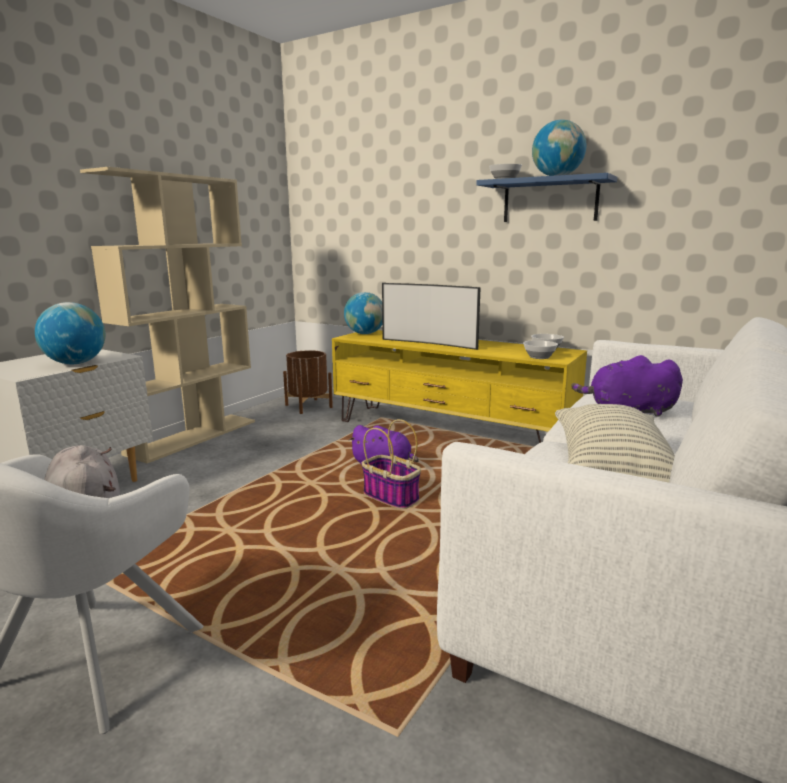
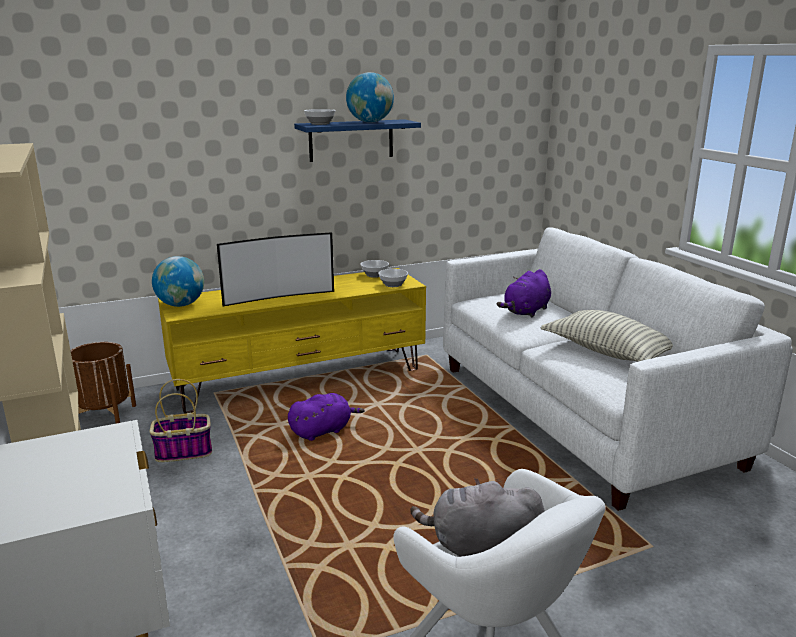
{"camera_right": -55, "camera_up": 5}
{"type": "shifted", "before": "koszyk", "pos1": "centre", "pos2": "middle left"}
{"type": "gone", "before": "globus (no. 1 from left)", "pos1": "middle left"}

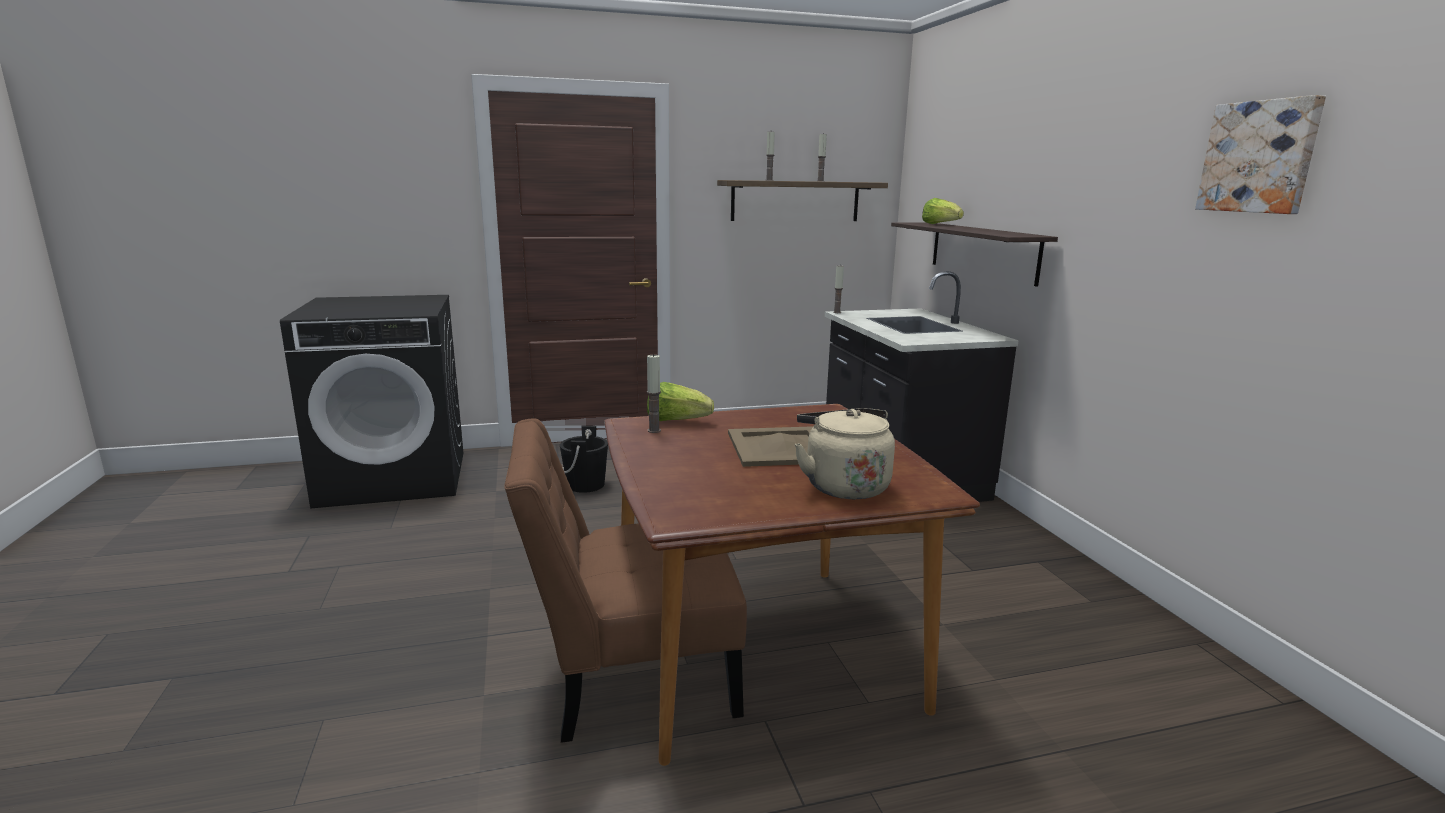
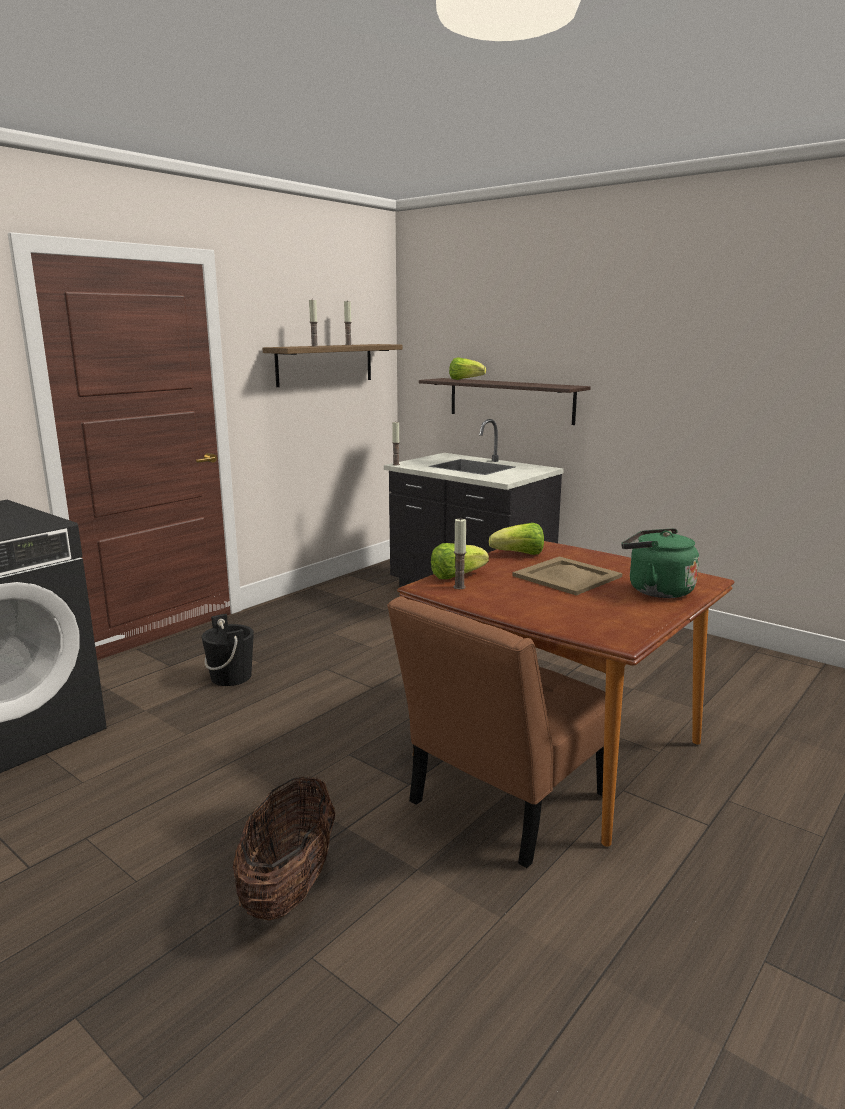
{"camera_right": -35, "camera_up": 0}
{"type": "new", "after": "koszyk", "pos2": "bottom centre"}
{"type": "new", "after": "sałata (no. 3 from left)", "pos2": "centre"}
{"type": "repainted", "before": "czajnik/beżowy", "after": "czajnik/zielony", "pos1": "centre", "pos2": "middle right"}
{"type": "gone", "before": "obraz", "pos1": "top right"}

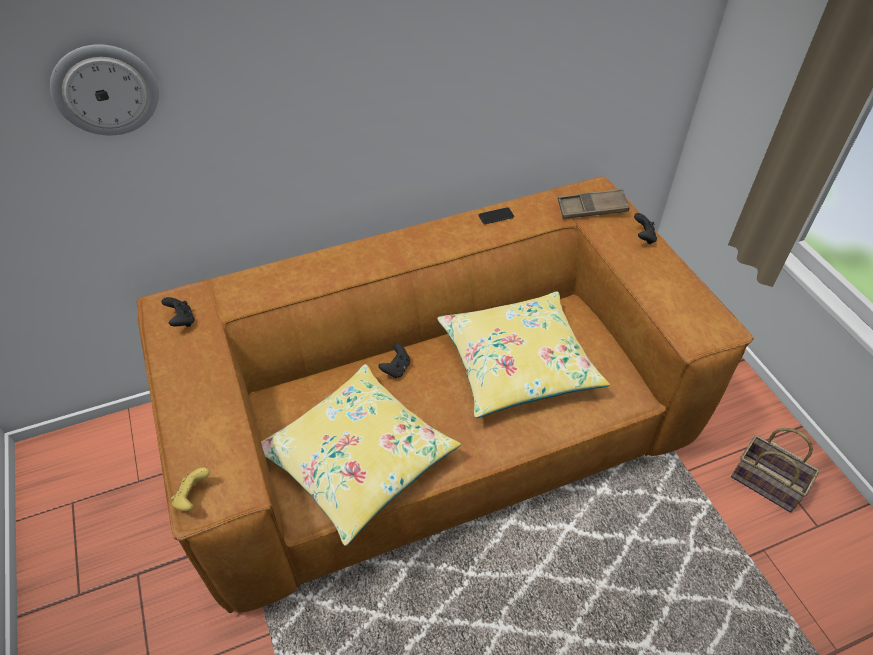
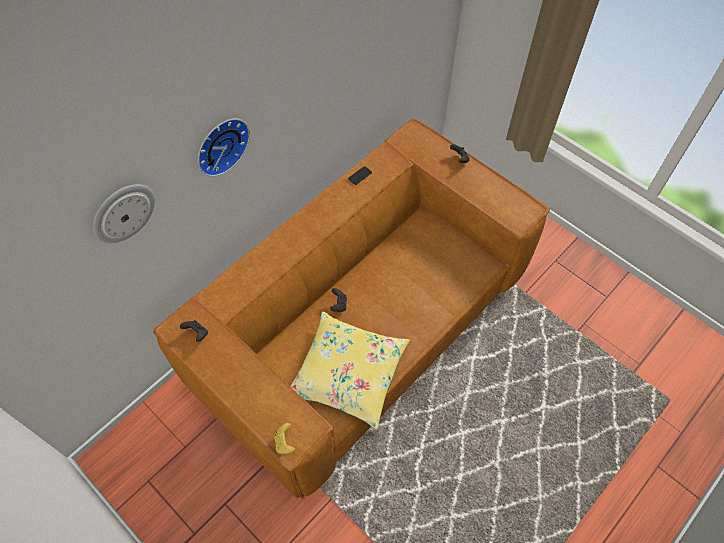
{"camera_right": -25, "camera_up": 10}
{"type": "new", "after": "zegar ścienny (no. 2 from left)", "pos2": "top left"}
{"type": "gone", "before": "poduszka/żółty (no. 2 from left)", "pos1": "centre"}
{"type": "gone", "before": "taca/brązowy", "pos1": "top right"}
{"type": "gone", "before": "koszyk", "pos1": "bottom right"}

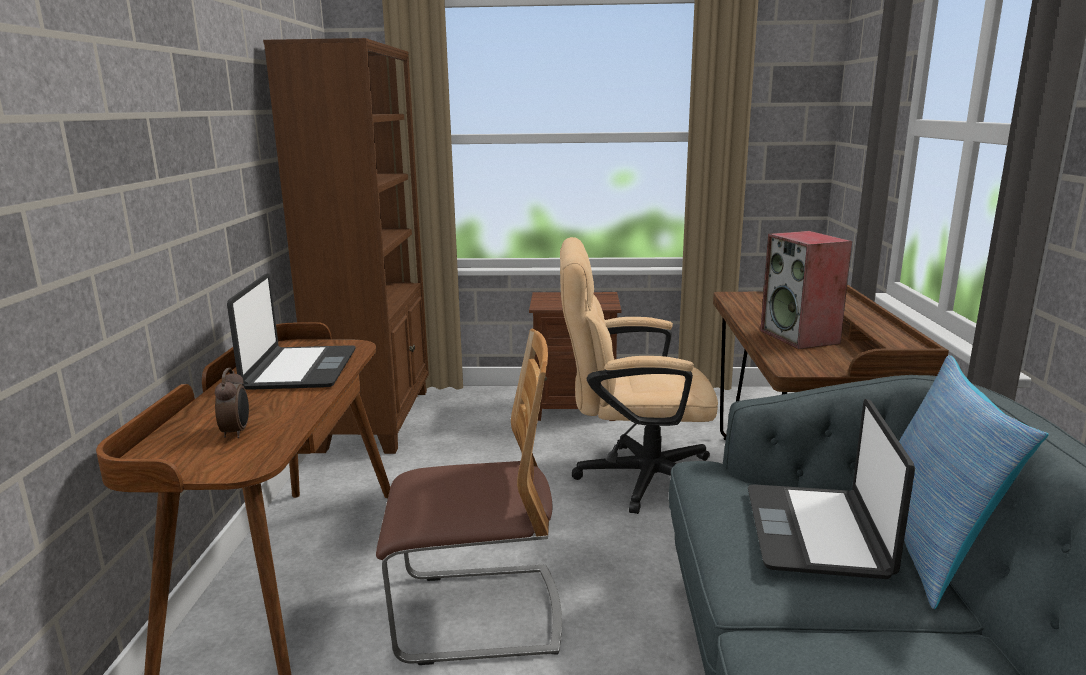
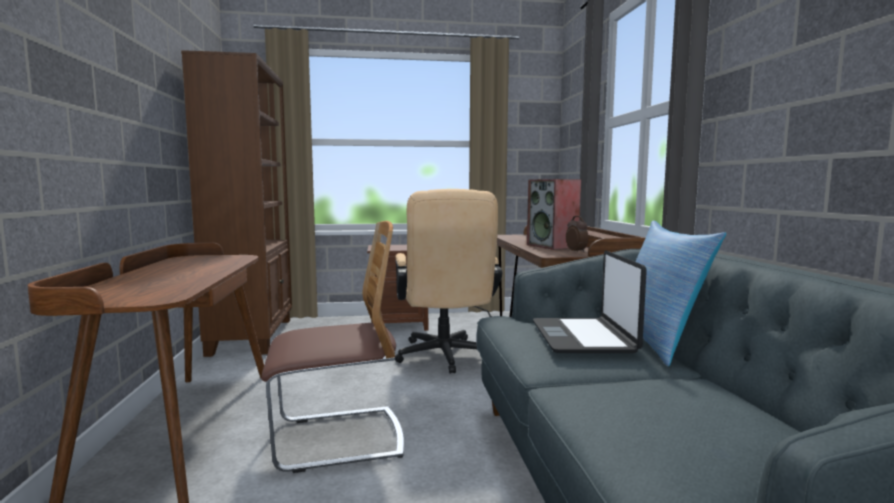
{"camera_right": -10, "camera_up": -10}
{"type": "rotated", "before": "krzesło biurowe/beżowy", "pos1": "centre", "pos2": "centre", "turn": -90}
{"type": "shifted", "before": "budzik", "pos1": "middle left", "pos2": "centre"}
{"type": "gone", "before": "laptop (no. 1 from left)", "pos1": "middle left"}

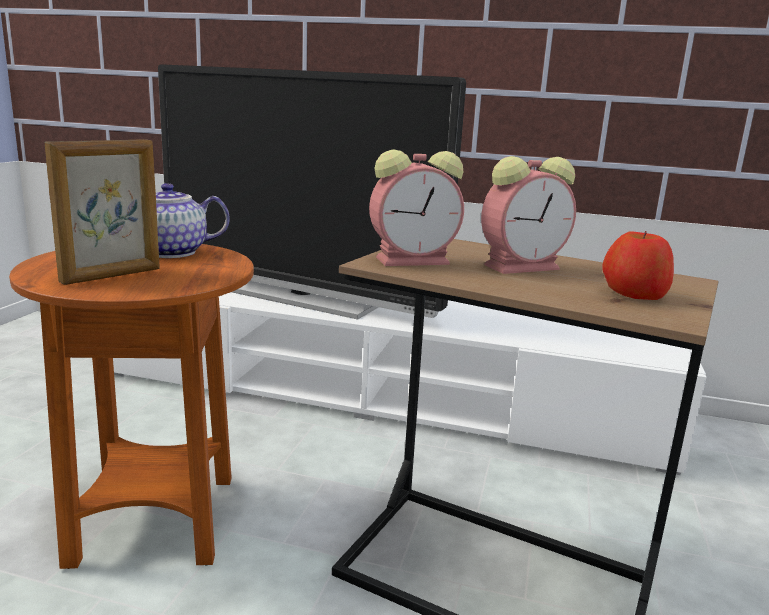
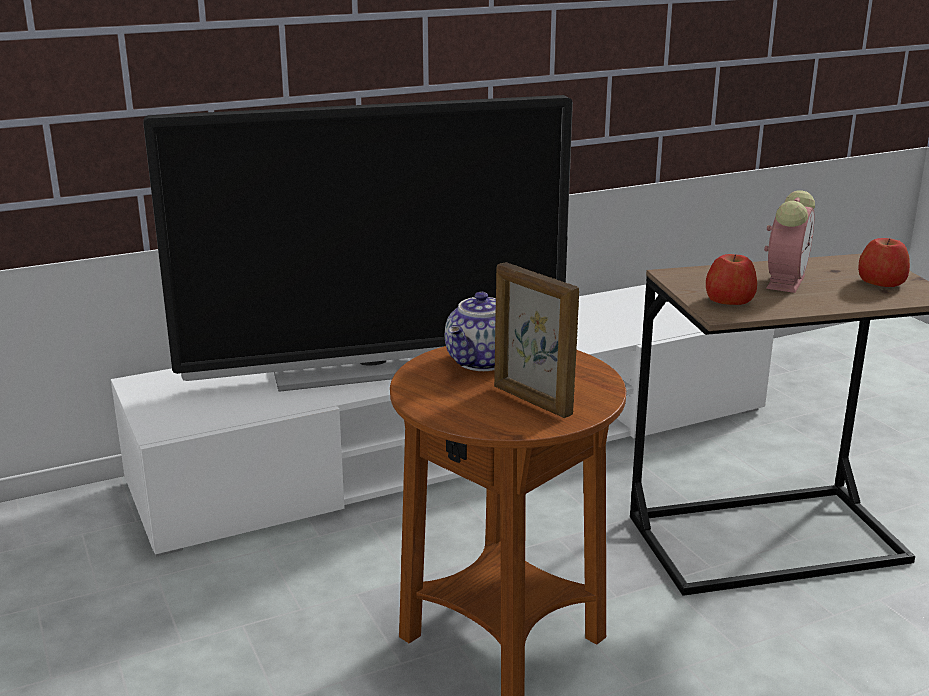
{"camera_right": -40, "camera_up": 5}
{"type": "rotated", "before": "ramka na zdjęcie", "pos1": "middle left", "pos2": "centre", "turn": 135}
{"type": "swapped", "before": "budzik (no. 1 from left)", "after": "jabłko (no. 1 from left)", "pos1": "centre", "pos2": "middle right"}

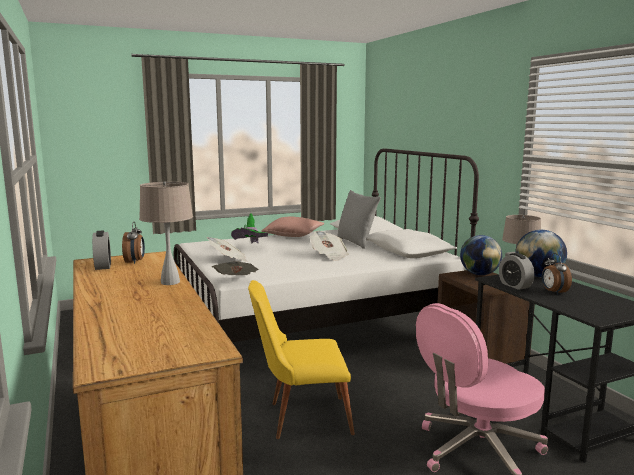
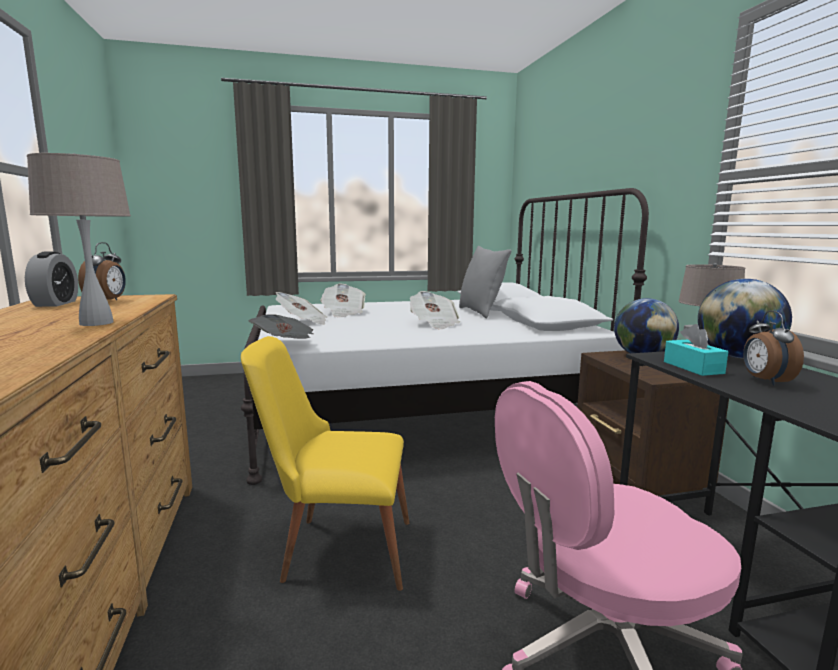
{"camera_right": 10, "camera_up": 0}
{"type": "swapped", "before": "kapelusz/zielony", "after": "gazeta (no. 3 from left)", "pos1": "centre", "pos2": "centre"}
{"type": "swapped", "before": "budzik (no. 3 from left)", "after": "pudełko chusteczek/turkusowy", "pos1": "middle right", "pos2": "middle right"}
{"type": "gone", "before": "poduszka/różowy", "pos1": "centre"}

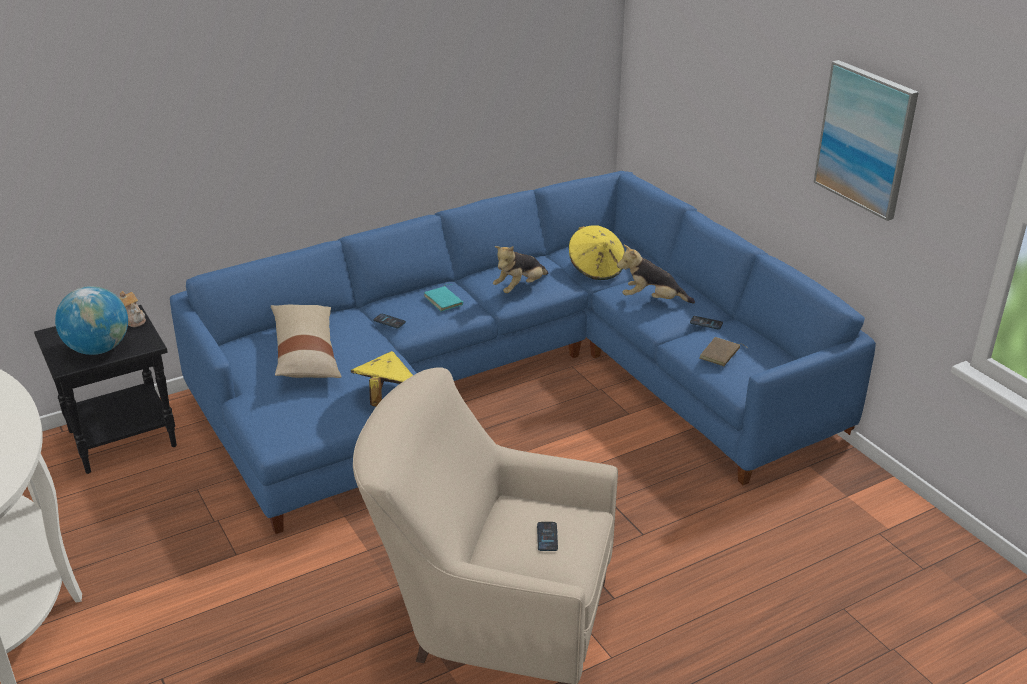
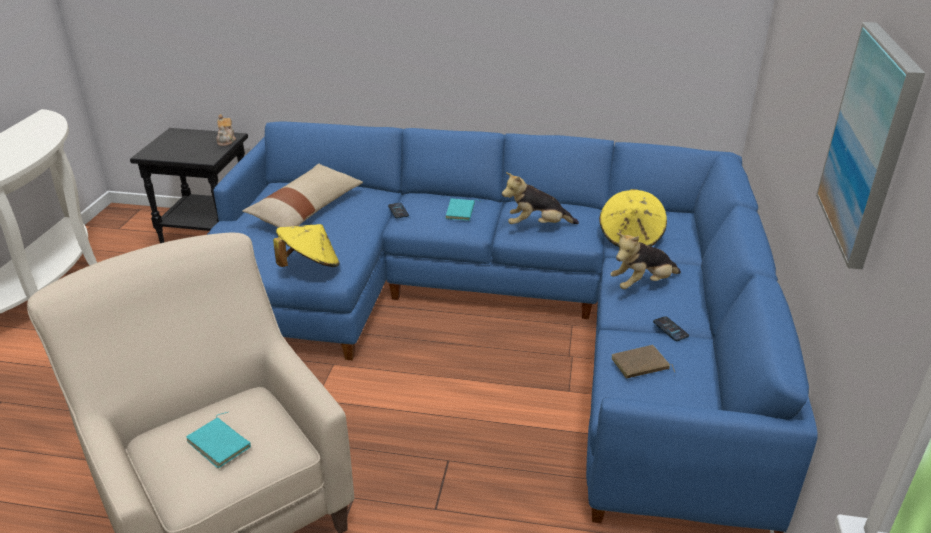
{"camera_right": 40, "camera_up": 0}
{"type": "swapped", "before": "telefon (no. 2 from left)", "after": "książka/turkusowy (no. 1 from left)", "pos1": "bottom centre", "pos2": "bottom left"}
{"type": "rotated", "before": "pluszak (no. 2 from left)", "pos1": "centre", "pos2": "middle right", "turn": -75}
{"type": "gone", "before": "globus", "pos1": "middle left"}

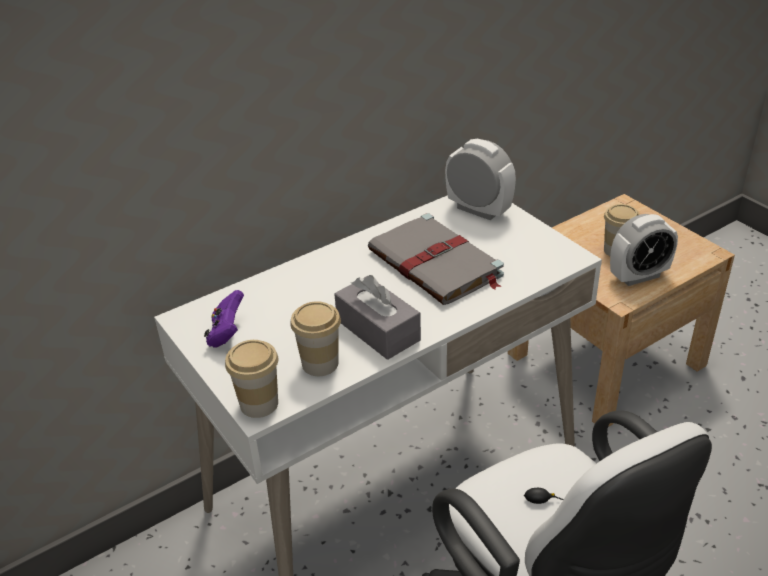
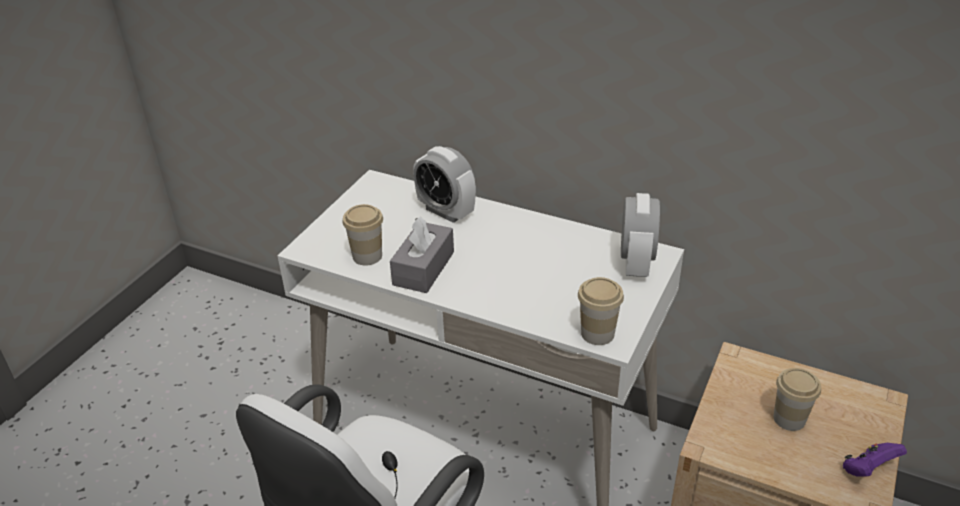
{"camera_right": 60, "camera_up": 0}
{"type": "shifted", "before": "budzik (no. 2 from left in the first image)", "after": "budzik (no. 1 from left)", "pos1": "middle right", "pos2": "centre"}
{"type": "shifted", "before": "filiżanka (no. 1 from left in the first image)", "after": "filiżanka (no. 2 from left)", "pos1": "middle left", "pos2": "centre"}
{"type": "shifted", "before": "pad do gier/fioletowy", "pos1": "middle left", "pos2": "bottom right"}
{"type": "gone", "before": "książka/szary", "pos1": "centre"}

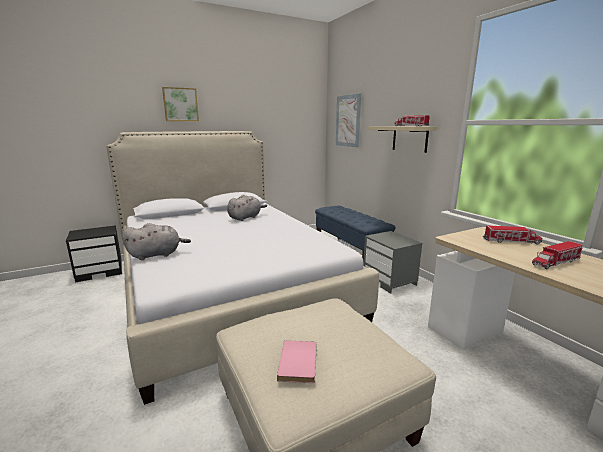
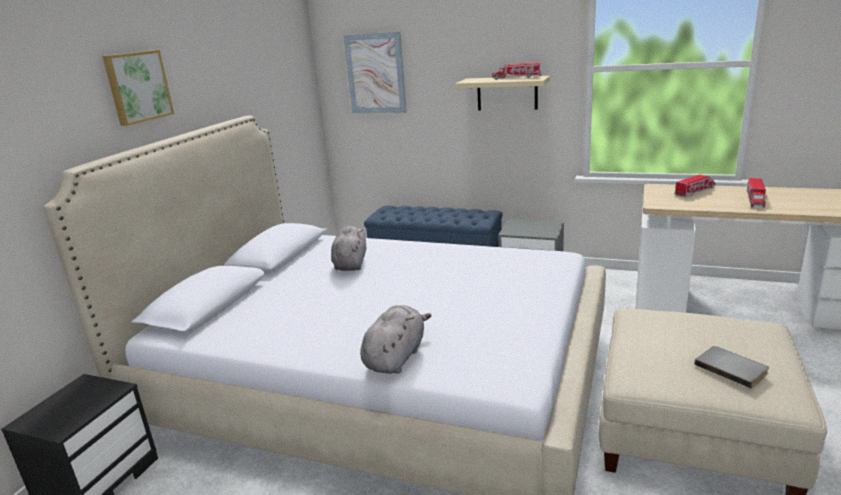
{"camera_right": -40, "camera_up": 5}
{"type": "repainted", "before": "książka/różowy", "after": "książka/szary", "pos1": "bottom centre", "pos2": "bottom right"}

